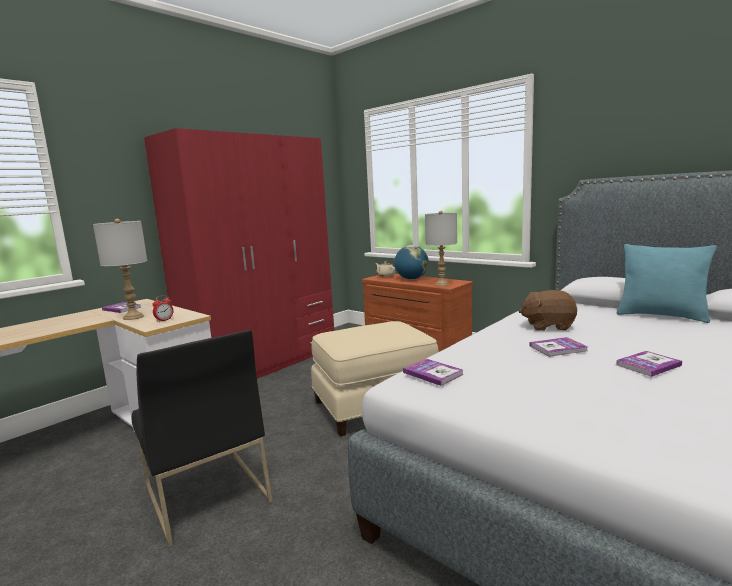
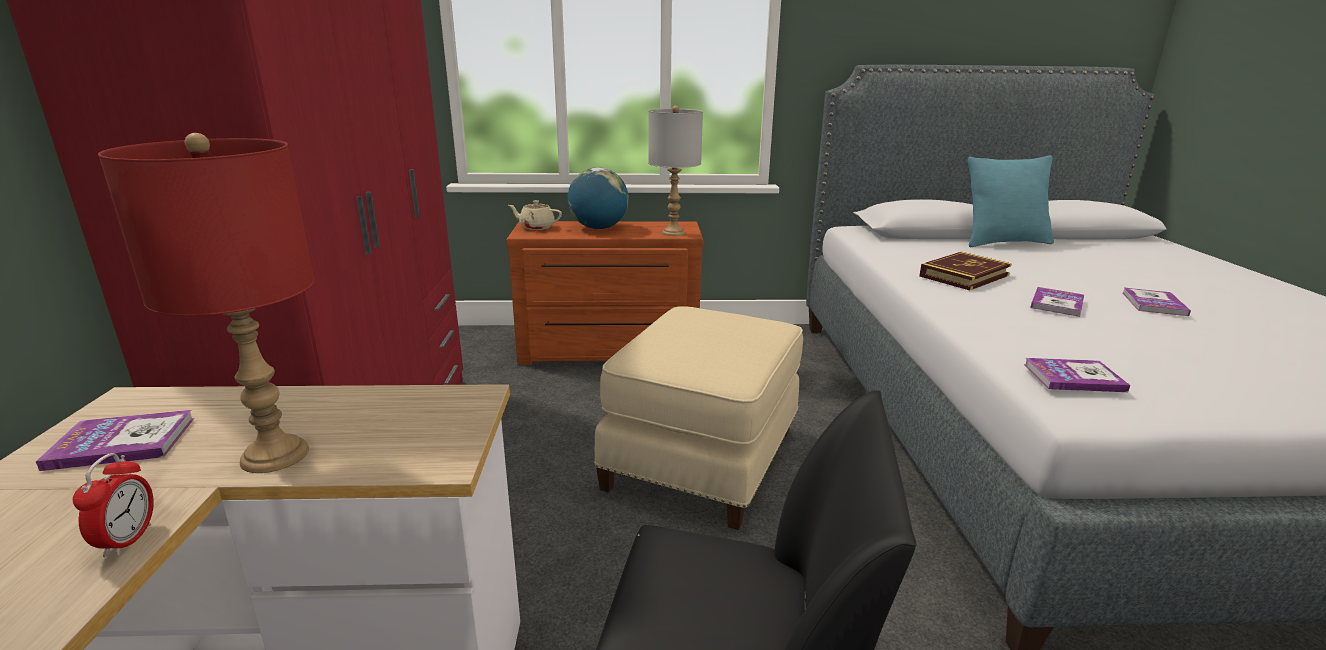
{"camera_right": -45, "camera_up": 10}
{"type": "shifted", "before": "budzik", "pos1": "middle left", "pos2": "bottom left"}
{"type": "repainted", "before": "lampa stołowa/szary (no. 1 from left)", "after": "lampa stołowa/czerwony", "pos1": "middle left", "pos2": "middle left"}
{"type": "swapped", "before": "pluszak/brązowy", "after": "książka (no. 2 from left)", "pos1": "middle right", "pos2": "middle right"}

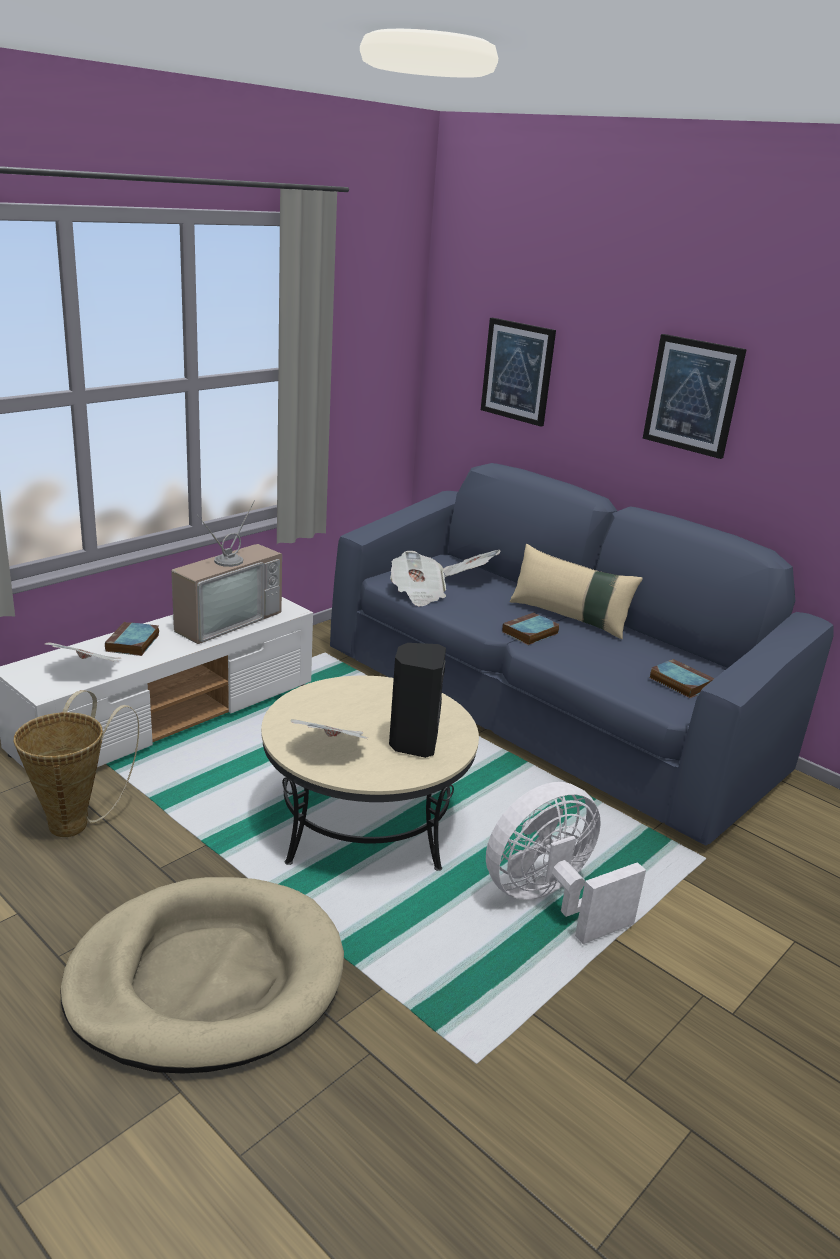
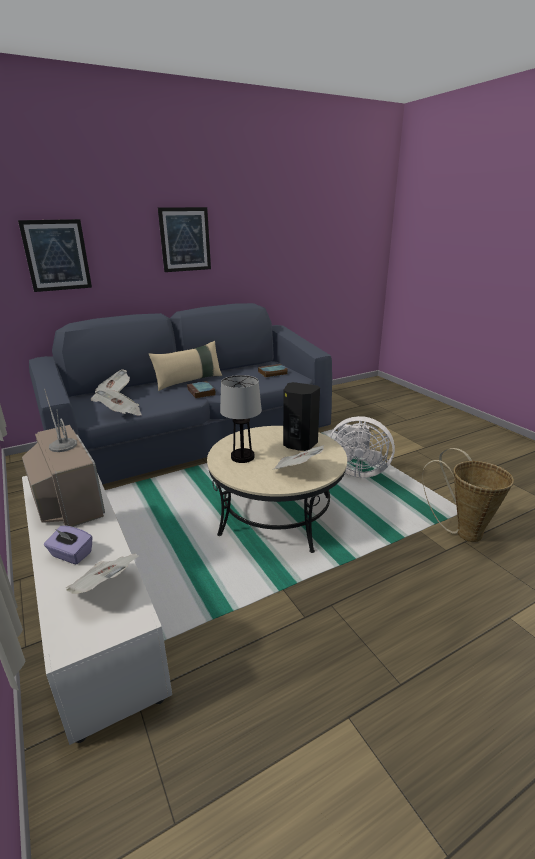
{"camera_right": -70, "camera_up": 0}
{"type": "swapped", "before": "książka (no. 1 from left)", "after": "pudełko chusteczek/fioletowy", "pos1": "middle left", "pos2": "middle left"}
{"type": "new", "after": "lampa stołowa", "pos2": "centre"}
{"type": "rotated", "before": "wentylator/biały", "pos1": "bottom right", "pos2": "middle right", "turn": -60}
{"type": "shifted", "before": "koszyk", "pos1": "middle left", "pos2": "middle right"}
{"type": "gone", "before": "legowisko/beżowy", "pos1": "bottom left"}

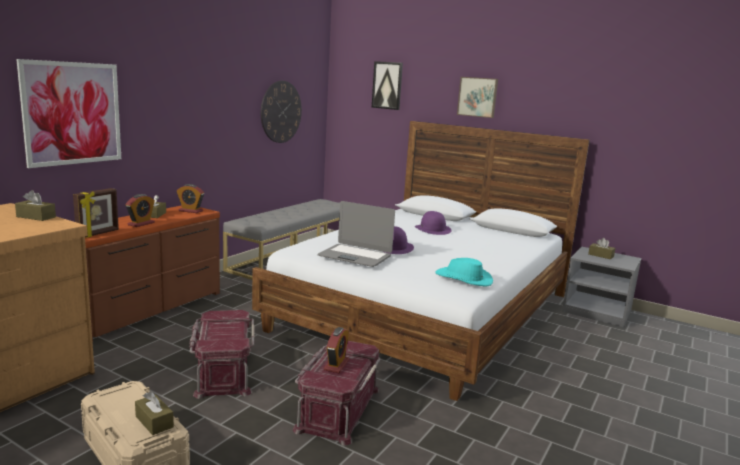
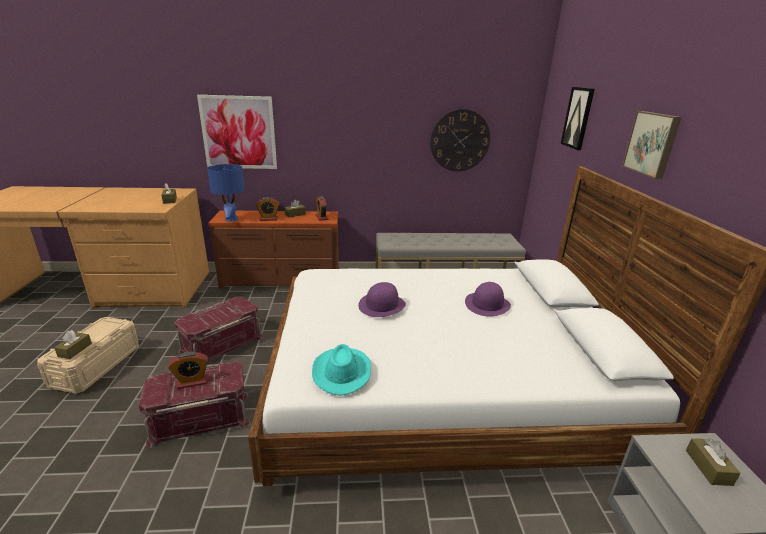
{"camera_right": 55, "camera_up": 10}
{"type": "swapped", "before": "ramka na zdjęcie", "after": "lampa stołowa/niebieski", "pos1": "middle left", "pos2": "middle left"}
{"type": "gone", "before": "laptop", "pos1": "centre"}

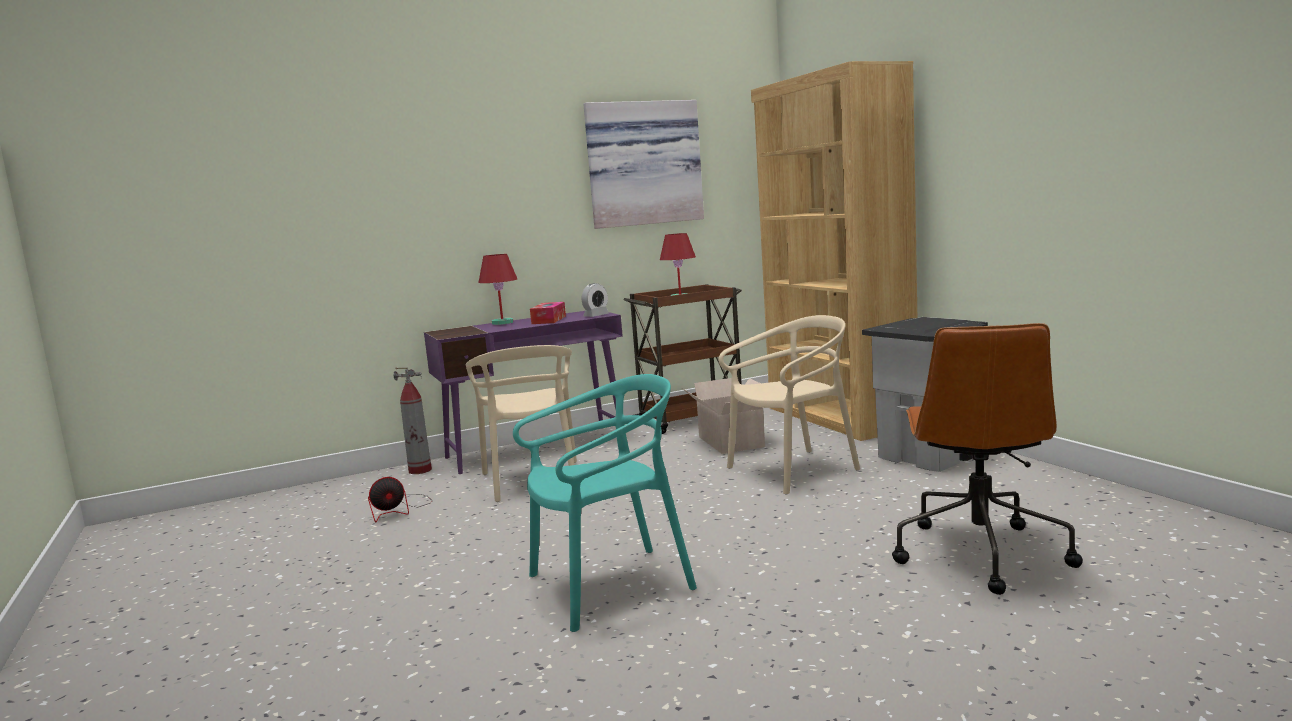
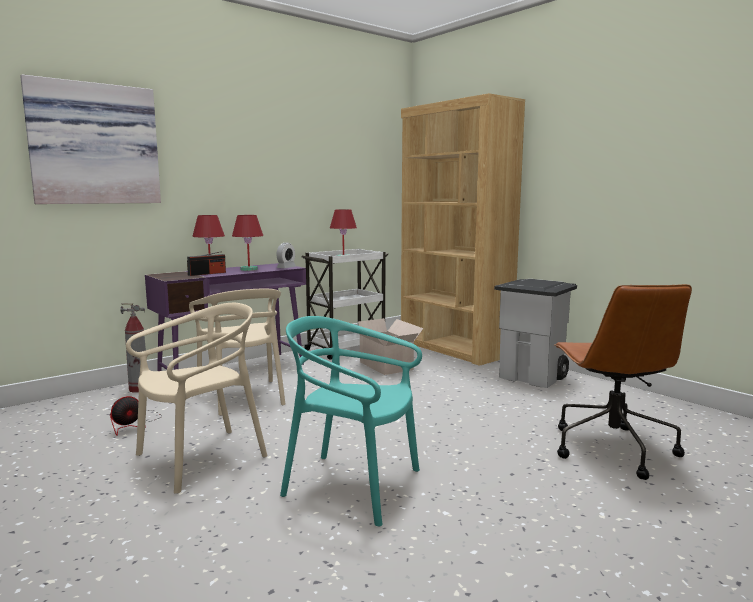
{"camera_right": -15, "camera_up": 0}
{"type": "shifted", "before": "obraz", "pos1": "top centre", "pos2": "top left"}
{"type": "shifted", "before": "krzesło/beżowy (no. 2 from left in the first image)", "after": "krzesło/beżowy (no. 1 from left)", "pos1": "centre", "pos2": "middle left"}
{"type": "new", "after": "radio", "pos2": "middle left"}
{"type": "swapped", "before": "pudełko chusteczek", "after": "lampa stołowa/czerwony (no. 2 from left)", "pos1": "centre", "pos2": "middle left"}
{"type": "rotated", "before": "krzesło/turkusowy", "pos1": "bottom centre", "pos2": "bottom centre", "turn": -120}
{"type": "repainted", "before": "wózek/brązowy", "after": "wózek/biały", "pos1": "centre", "pos2": "centre"}

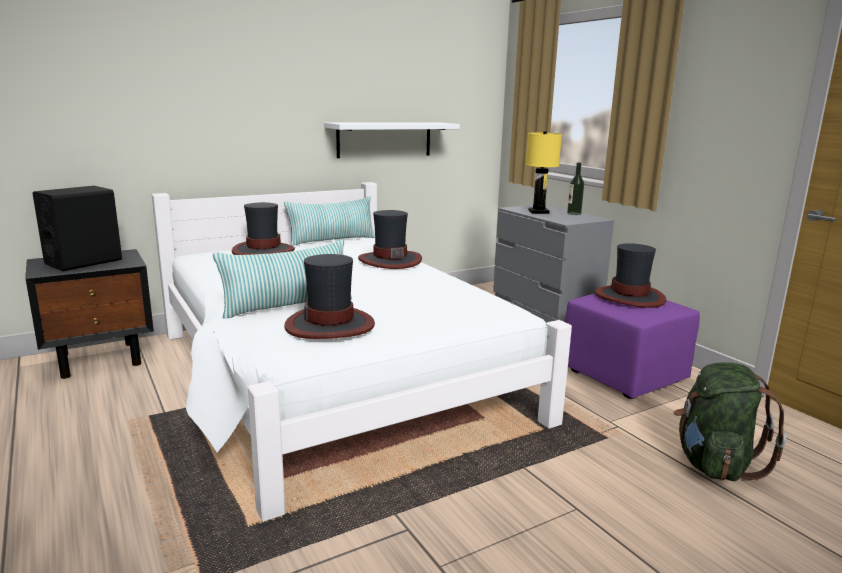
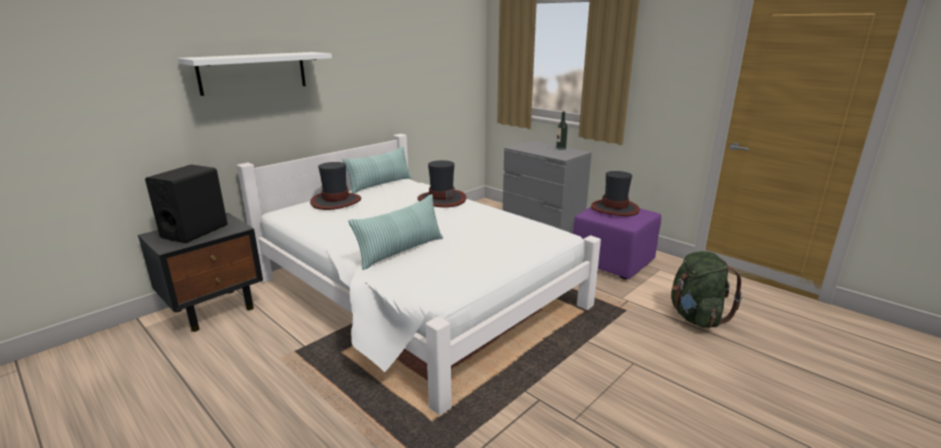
{"camera_right": -15, "camera_up": 5}
{"type": "shifted", "before": "półka/biały", "pos1": "top centre", "pos2": "top left"}
{"type": "gone", "before": "kapelusz (no. 2 from left)", "pos1": "centre"}
{"type": "gone", "before": "lampa stołowa/żółty", "pos1": "top centre"}

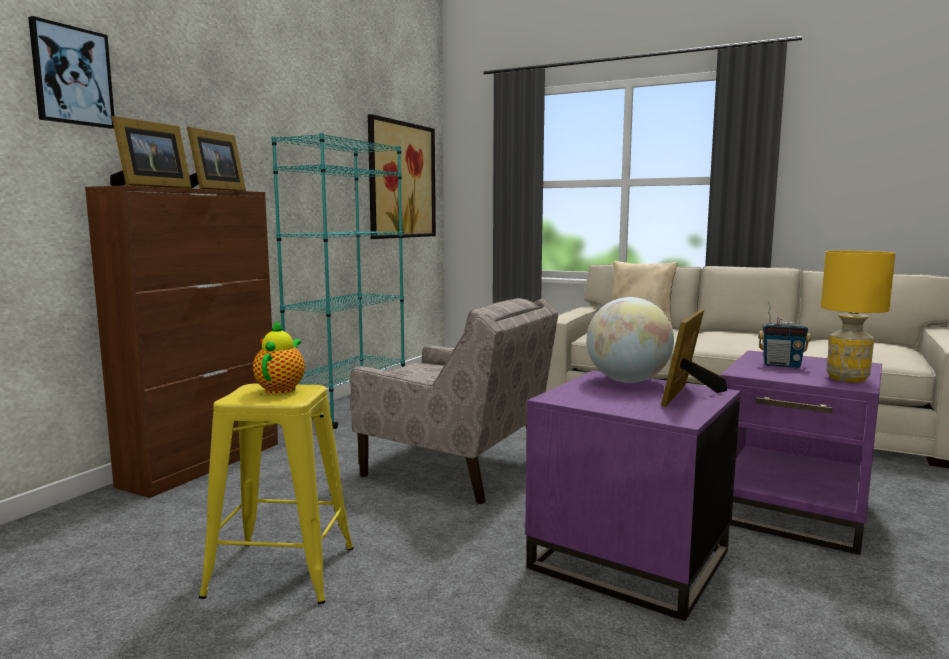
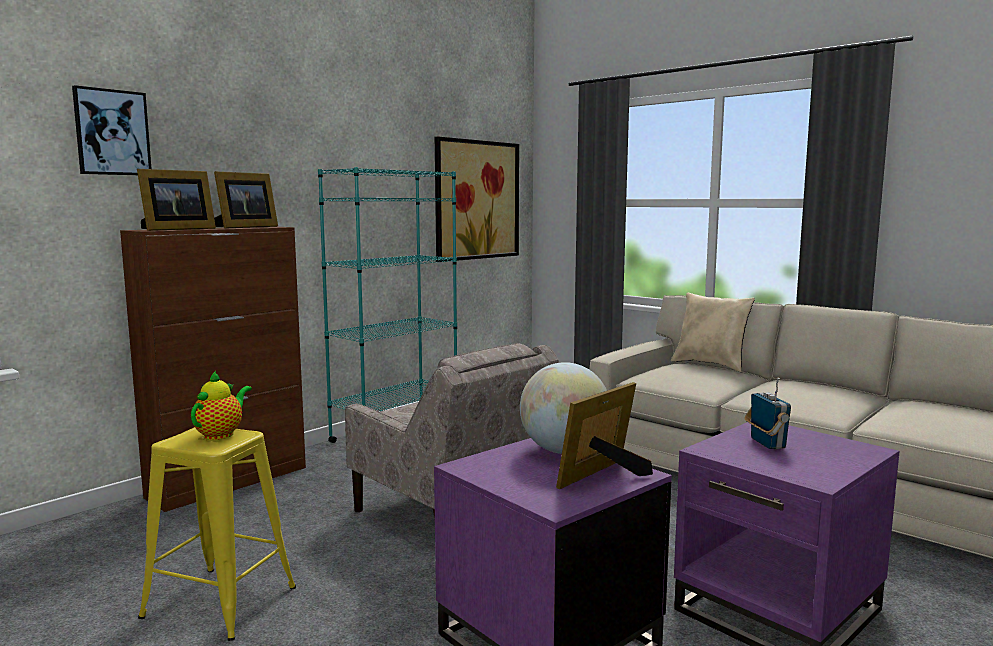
{"camera_right": 15, "camera_up": 0}
{"type": "rotated", "before": "radio", "pos1": "middle right", "pos2": "middle right", "turn": -135}
{"type": "gone", "before": "lampa stołowa/żółty", "pos1": "middle right"}

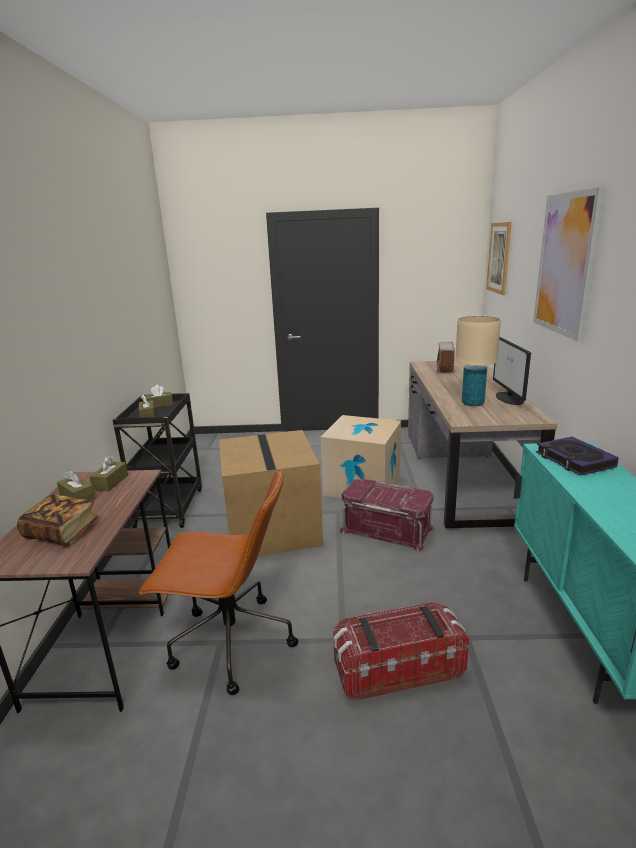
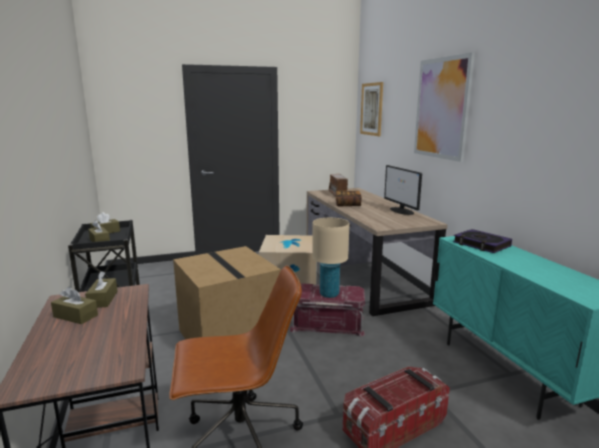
{"camera_right": -20, "camera_up": -5}
{"type": "shifted", "before": "lampa stołowa/beżowy", "pos1": "middle right", "pos2": "centre"}
{"type": "shifted", "before": "książka (no. 1 from left)", "pos1": "middle left", "pos2": "centre"}

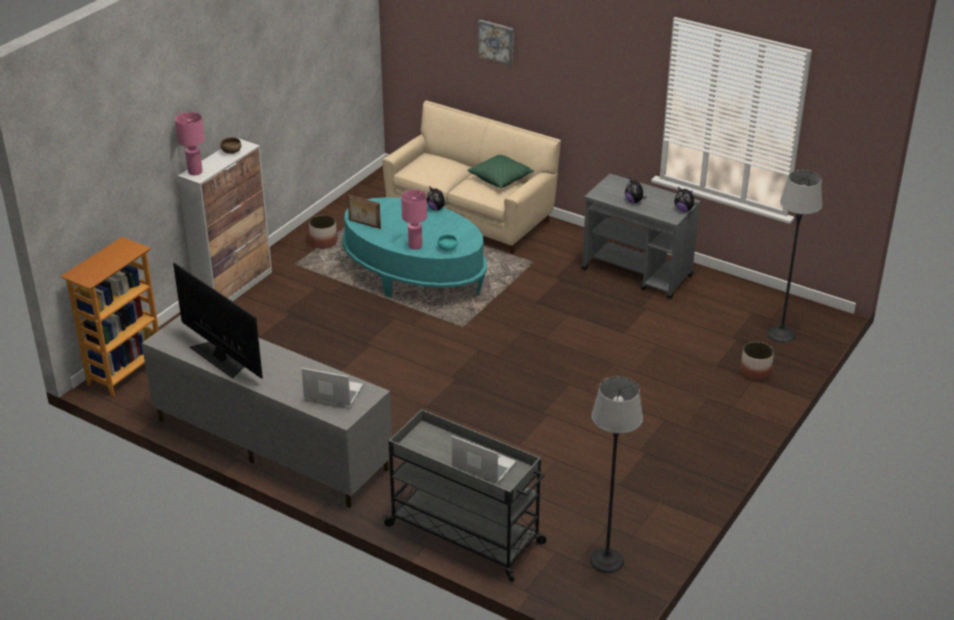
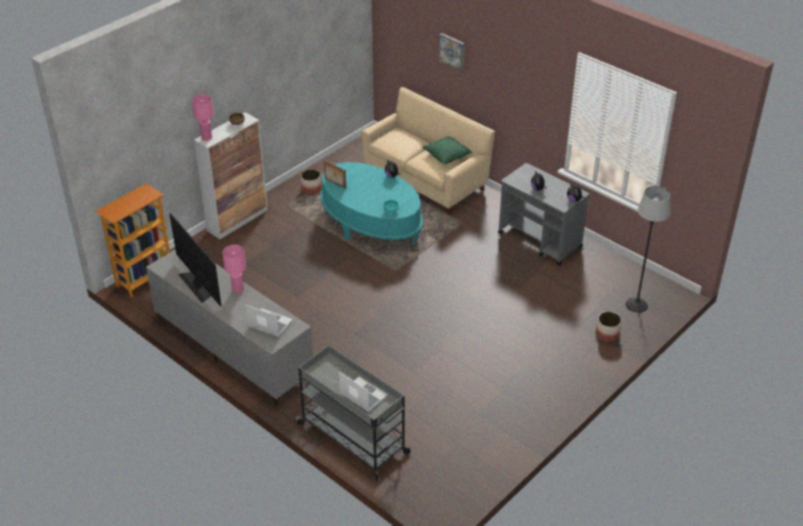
{"camera_right": 10, "camera_up": 5}
{"type": "shifted", "before": "lampa stołowa/różowy (no. 2 from left)", "pos1": "centre", "pos2": "middle left"}
{"type": "gone", "before": "lampa stojąca (no. 1 from left)", "pos1": "bottom centre"}

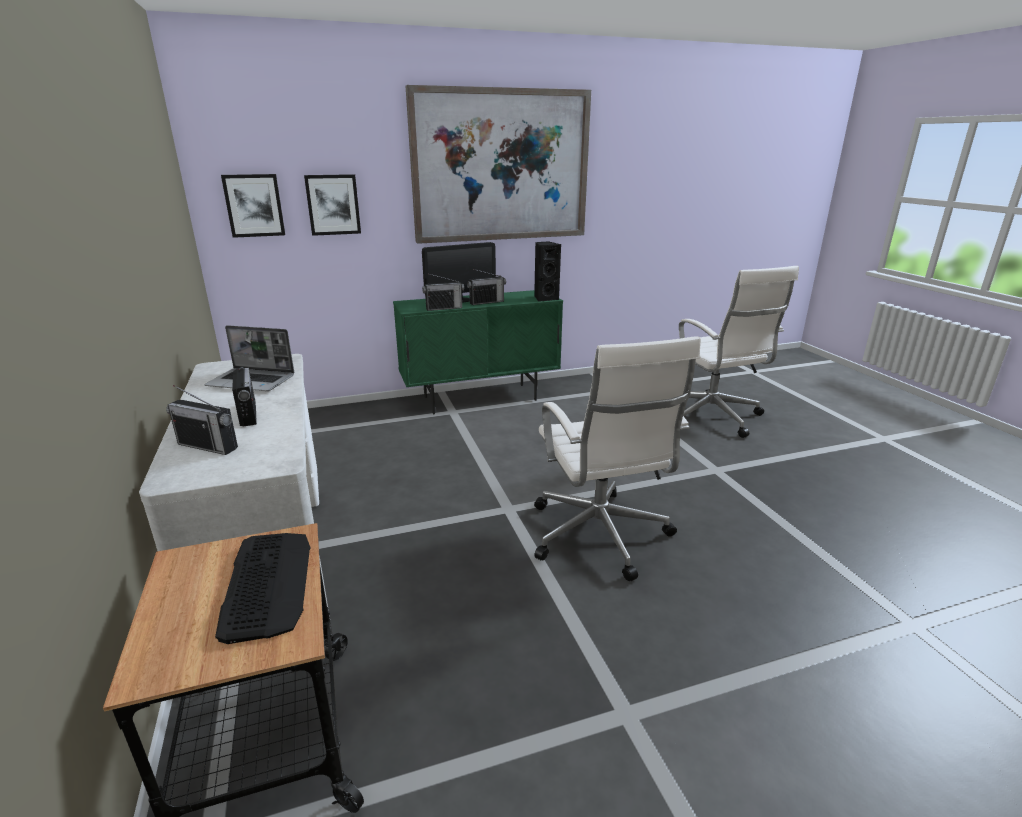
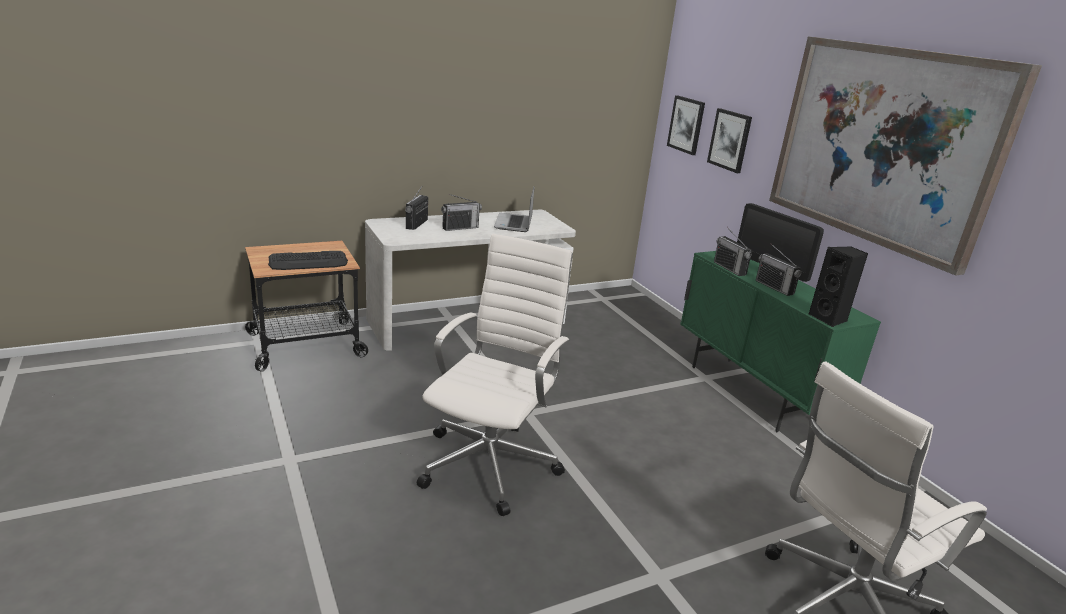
{"camera_right": 80, "camera_up": 0}
{"type": "rotated", "before": "krzesło biurowe/biały (no. 1 from left)", "pos1": "centre", "pos2": "centre", "turn": 135}

